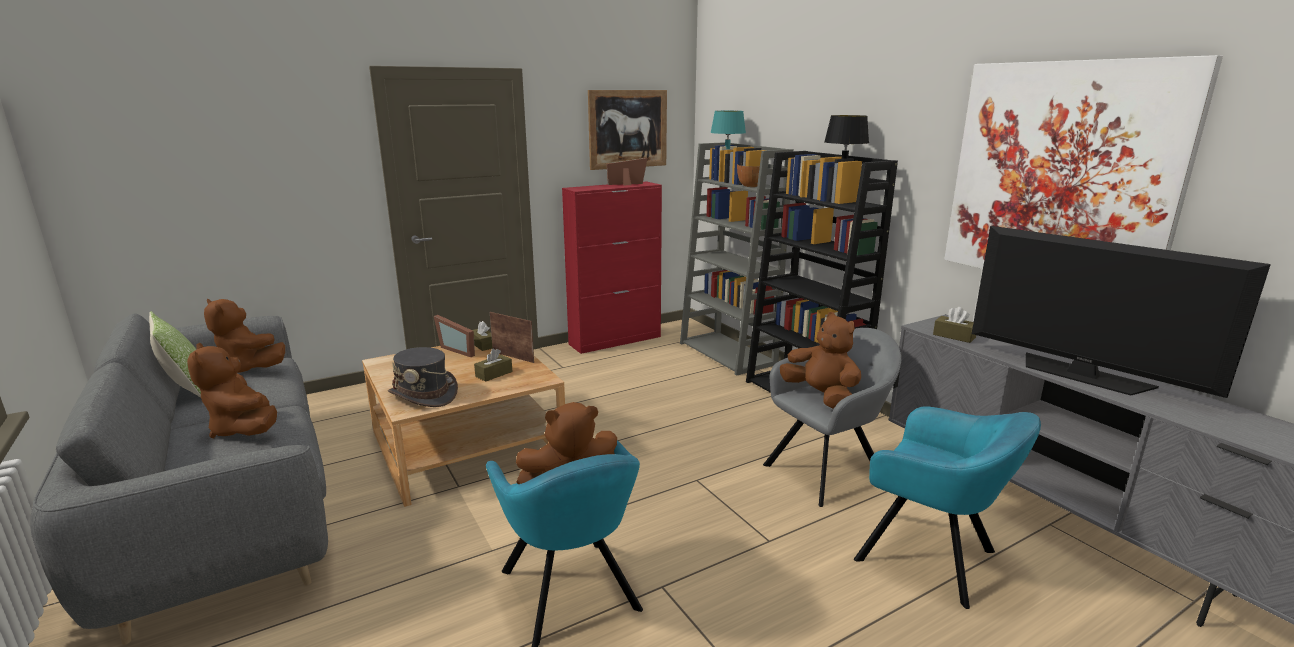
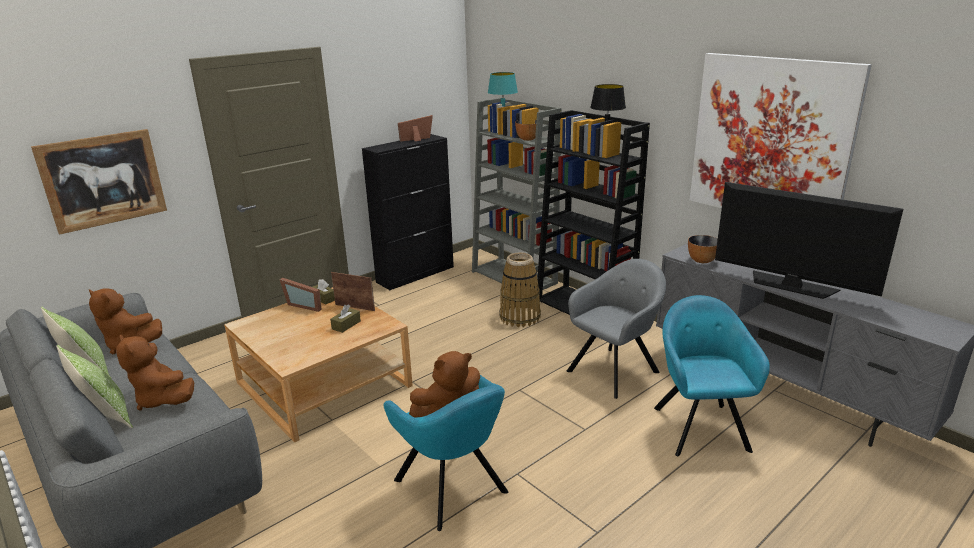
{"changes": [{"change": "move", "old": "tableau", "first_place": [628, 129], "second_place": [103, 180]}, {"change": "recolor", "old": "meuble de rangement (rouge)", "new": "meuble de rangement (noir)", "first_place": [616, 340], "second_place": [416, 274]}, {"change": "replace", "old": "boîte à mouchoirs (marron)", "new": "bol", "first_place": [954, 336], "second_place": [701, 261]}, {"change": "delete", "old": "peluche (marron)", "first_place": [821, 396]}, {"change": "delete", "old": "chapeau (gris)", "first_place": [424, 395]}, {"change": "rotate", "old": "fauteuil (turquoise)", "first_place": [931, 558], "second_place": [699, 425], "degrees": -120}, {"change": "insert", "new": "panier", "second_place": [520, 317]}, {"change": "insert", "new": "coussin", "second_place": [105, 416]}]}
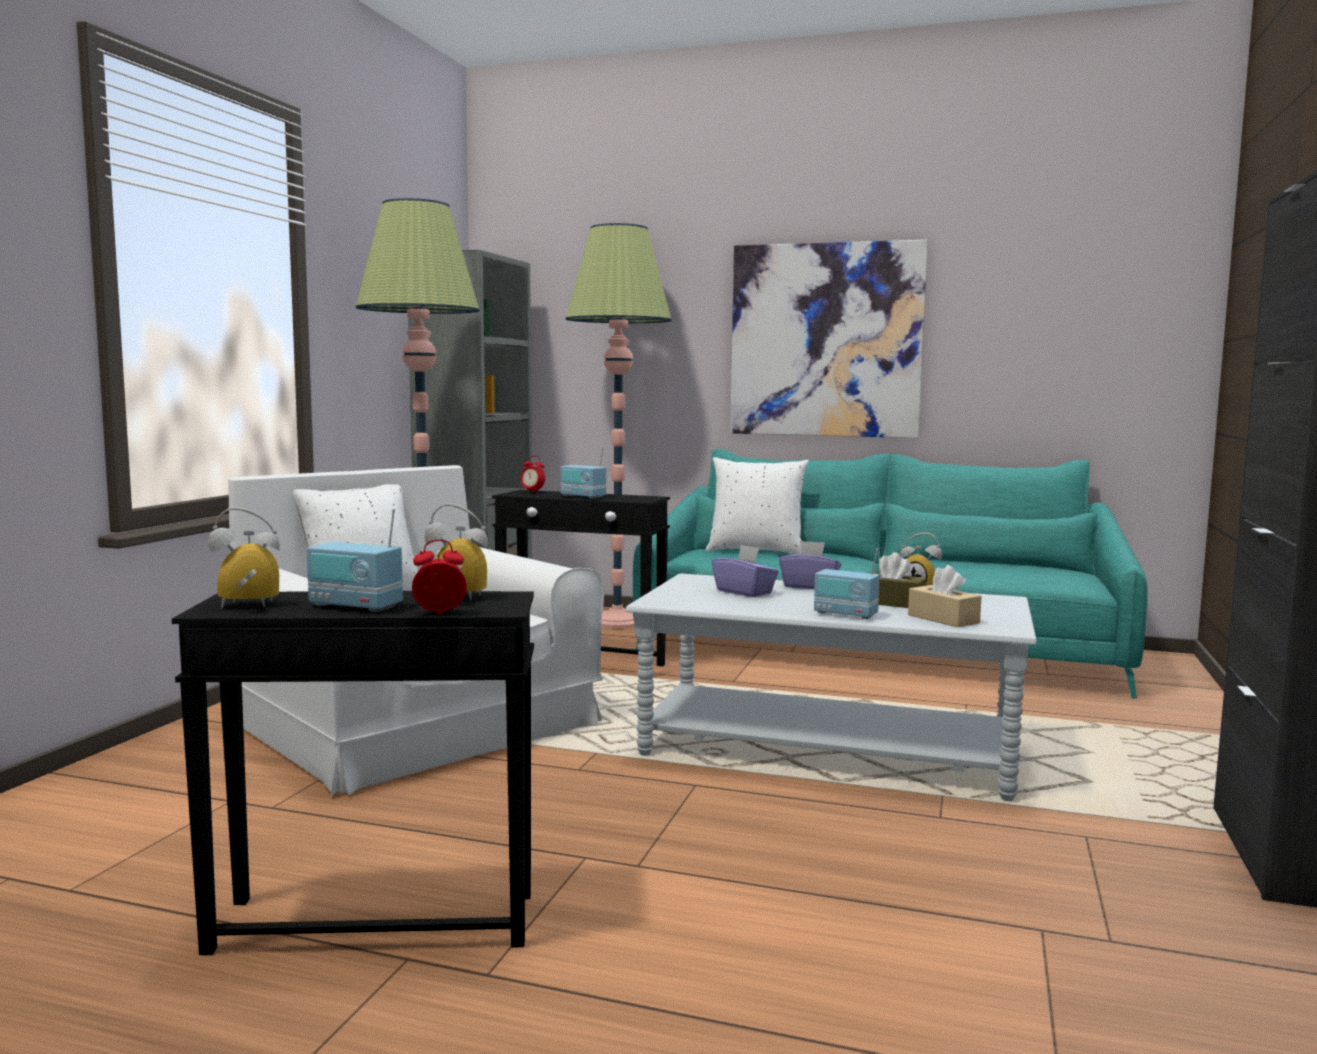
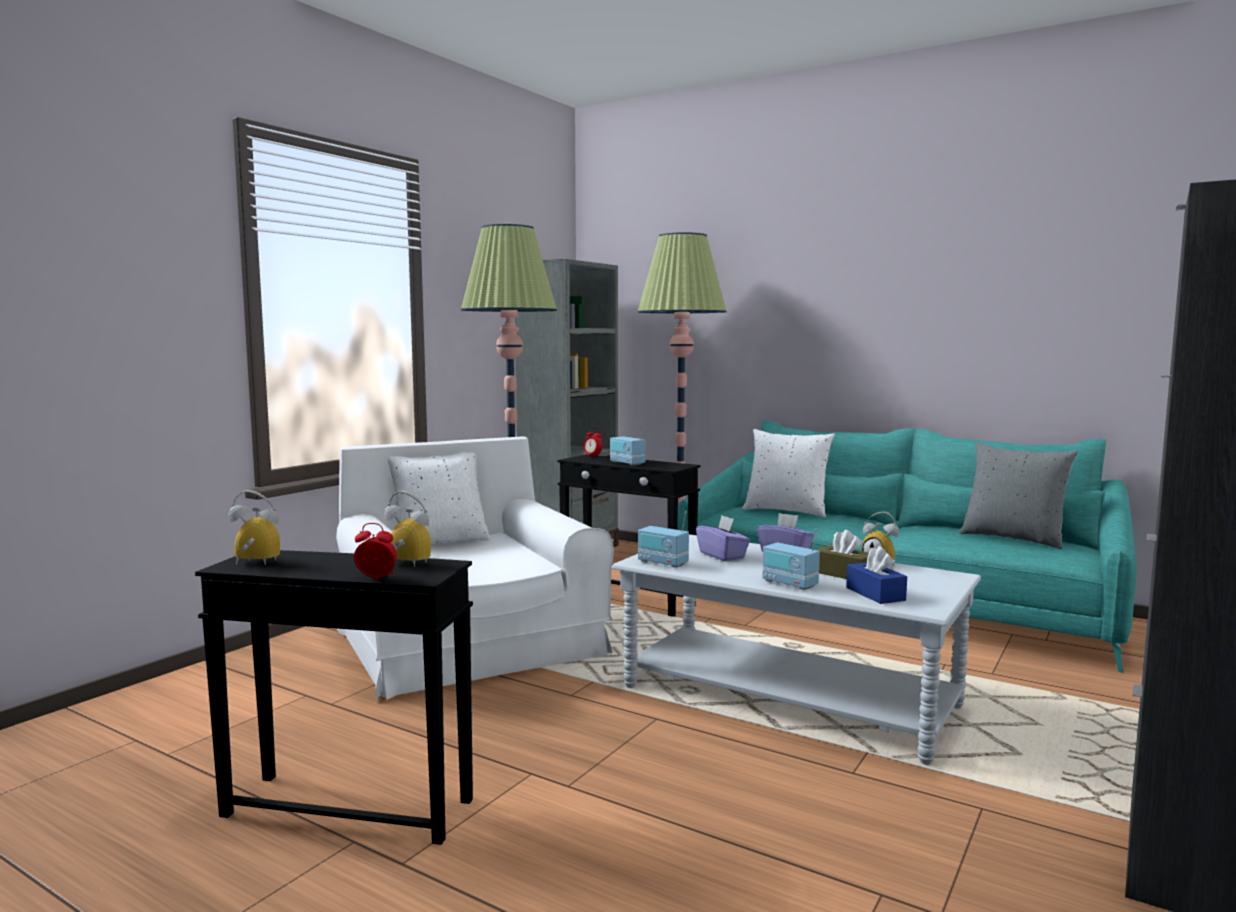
{"changes": [{"change": "delete", "old": "tableau", "first_place": [826, 340]}, {"change": "move", "old": "radio", "first_place": [355, 606], "second_place": [662, 563]}, {"change": "recolor", "old": "boîte à mouchoirs (beige)", "new": "boîte à mouchoirs (bleu)", "first_place": [943, 619], "second_place": [875, 594]}, {"change": "insert", "new": "coussin (gris)", "second_place": [1013, 538]}]}
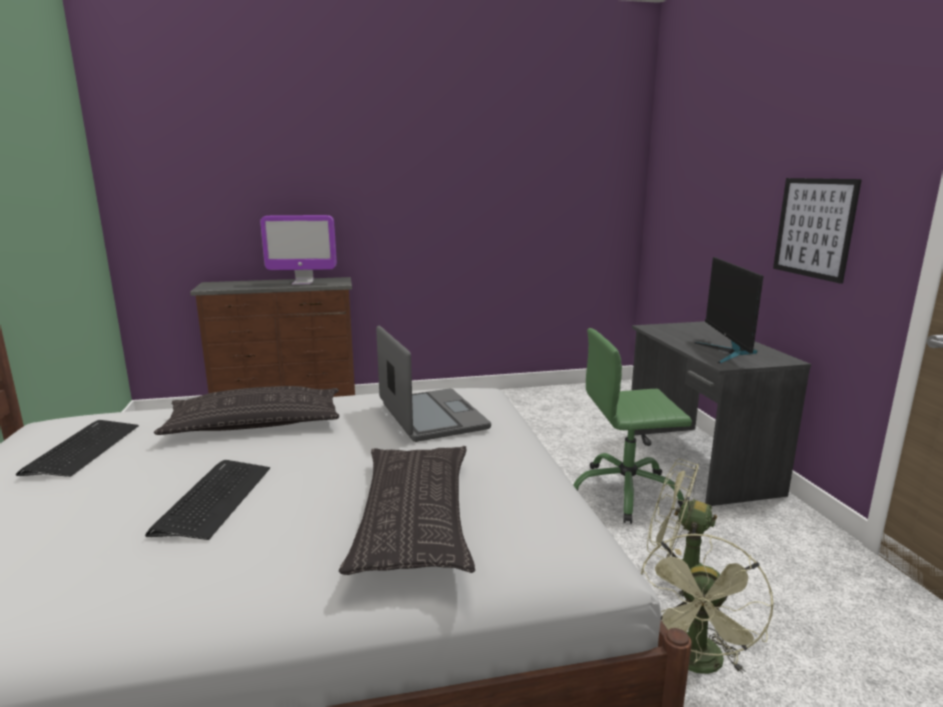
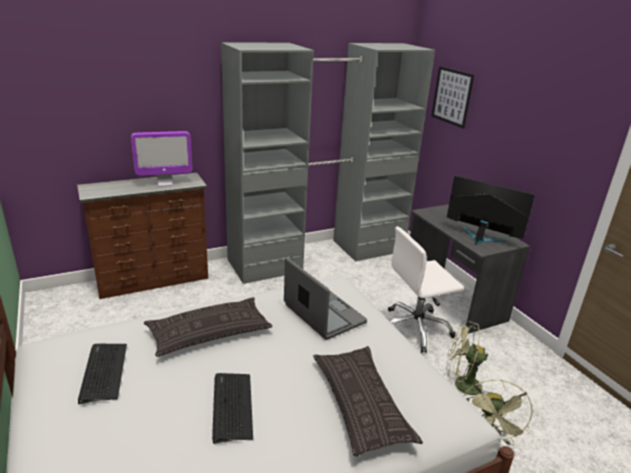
{"changes": [{"change": "move", "old": "tableau", "first_place": [814, 228], "second_place": [452, 96]}, {"change": "rotate", "old": "écran d'ordinateur", "first_place": [727, 353], "second_place": [480, 238], "degrees": 135}, {"change": "recolor", "old": "chaise de bureau (vert)", "new": "chaise de bureau (blanc)", "first_place": [626, 492], "second_place": [416, 328]}, {"change": "insert", "new": "armoire (gris)", "second_place": [319, 255]}]}
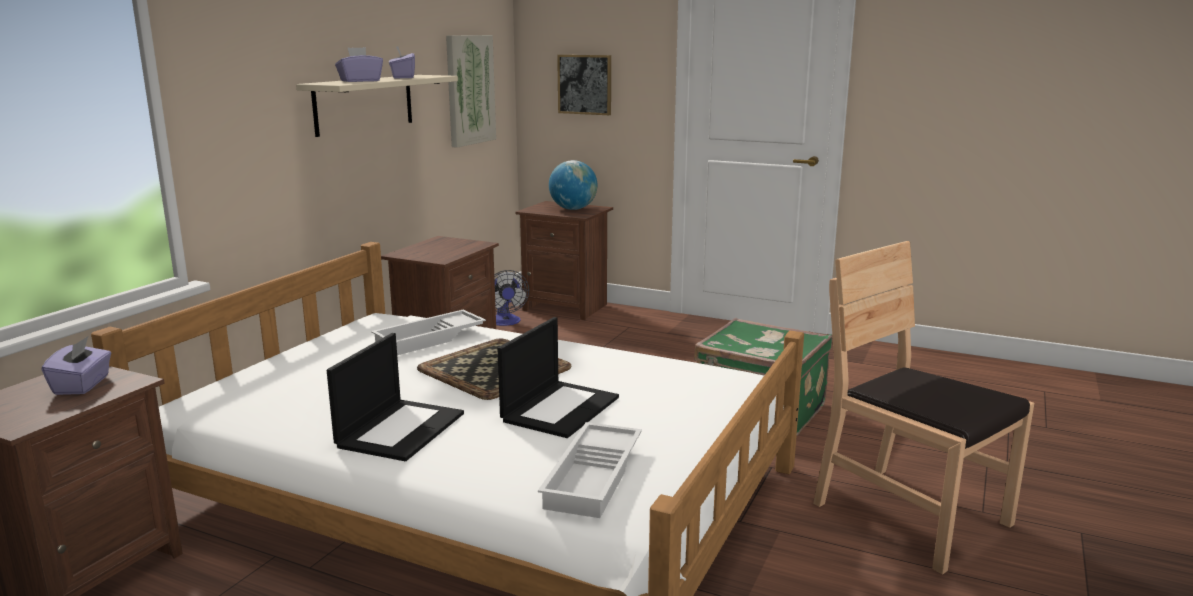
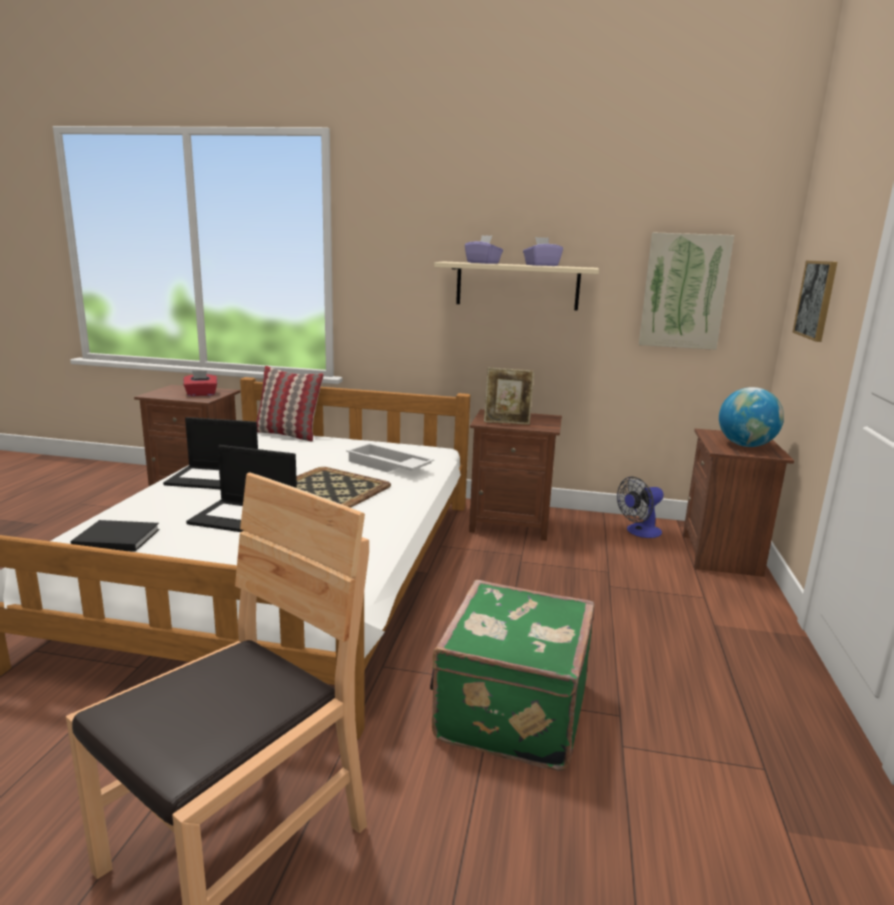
{"changes": [{"change": "recolor", "old": "boîte à mouchoirs (violet)", "new": "boîte à mouchoirs (rouge)", "first_place": [82, 385], "second_place": [201, 394]}, {"change": "replace", "old": "plateau (blanc)", "new": "livre (noir)", "first_place": [595, 477], "second_place": [114, 538]}, {"change": "insert", "new": "coussin", "second_place": [287, 434]}, {"change": "insert", "new": "cadre photo", "second_place": [507, 423]}]}
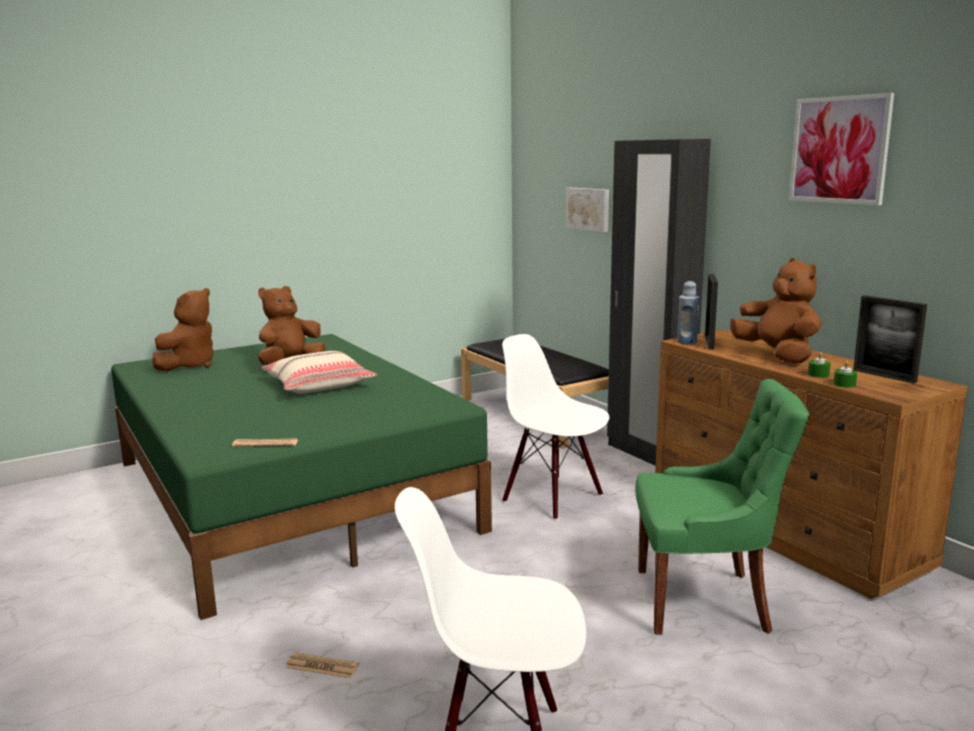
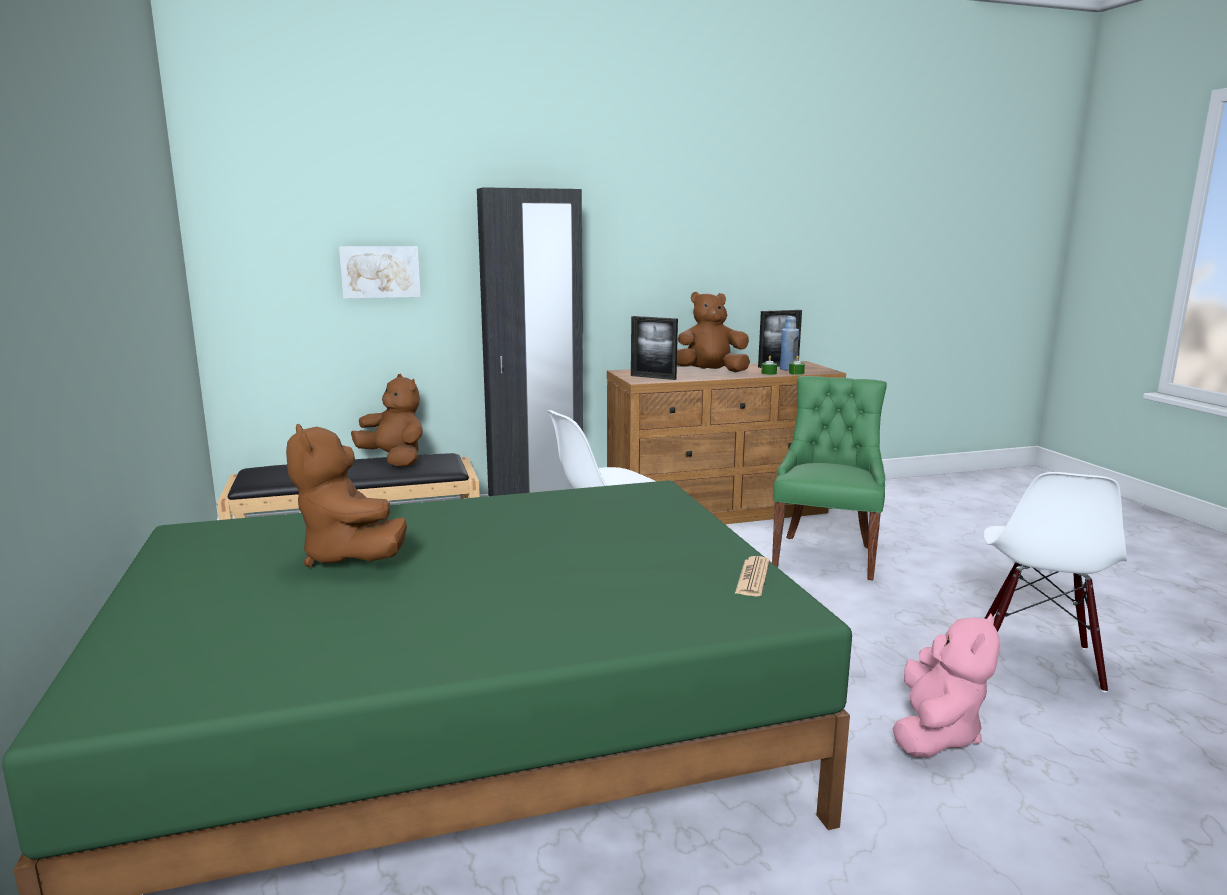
{"changes": [{"change": "delete", "old": "tableau", "first_place": [839, 150]}, {"change": "move", "old": "bouteille (bleu)", "first_place": [686, 342], "second_place": [788, 369]}, {"change": "move", "old": "peluche (marron)", "first_place": [189, 365], "second_place": [394, 460]}, {"change": "delete", "old": "coussin (beige)", "first_place": [319, 385]}, {"change": "replace", "old": "journal", "new": "peluche (rose)", "first_place": [322, 666], "second_place": [935, 734]}]}
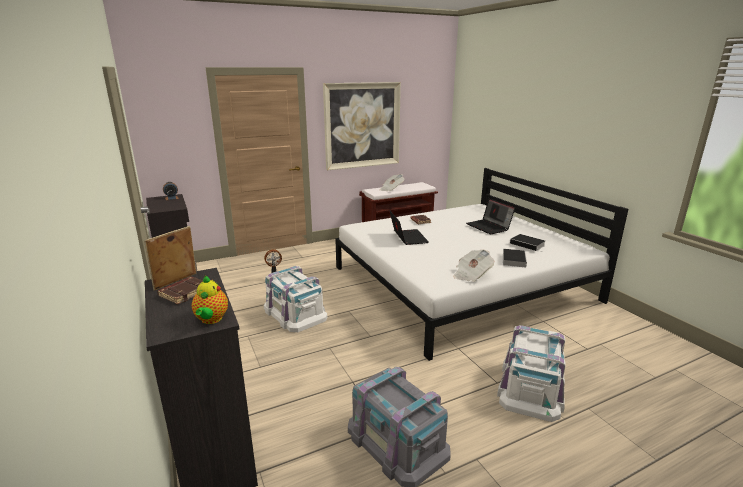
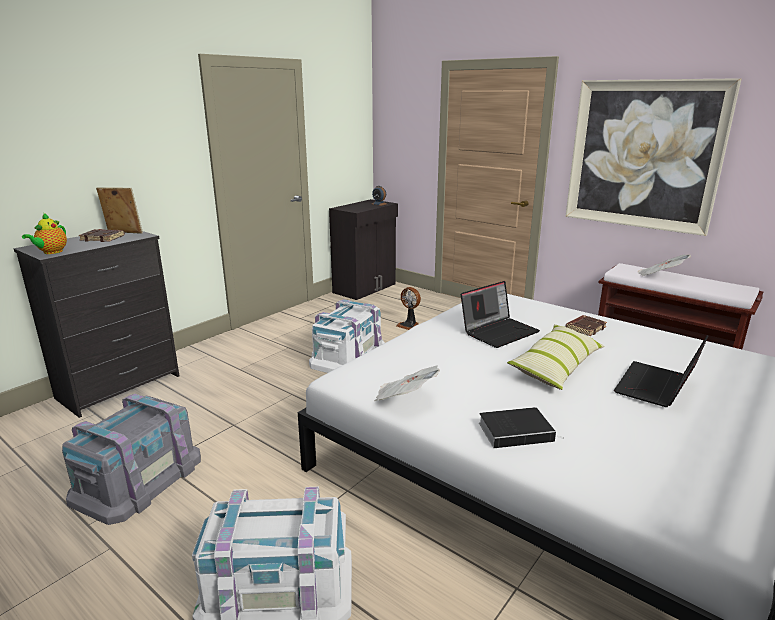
{"changes": [{"change": "delete", "old": "livre", "first_place": [528, 244]}, {"change": "rotate", "old": "théière", "first_place": [211, 320], "second_place": [51, 252], "degrees": -45}, {"change": "insert", "new": "coussin", "second_place": [556, 366]}]}
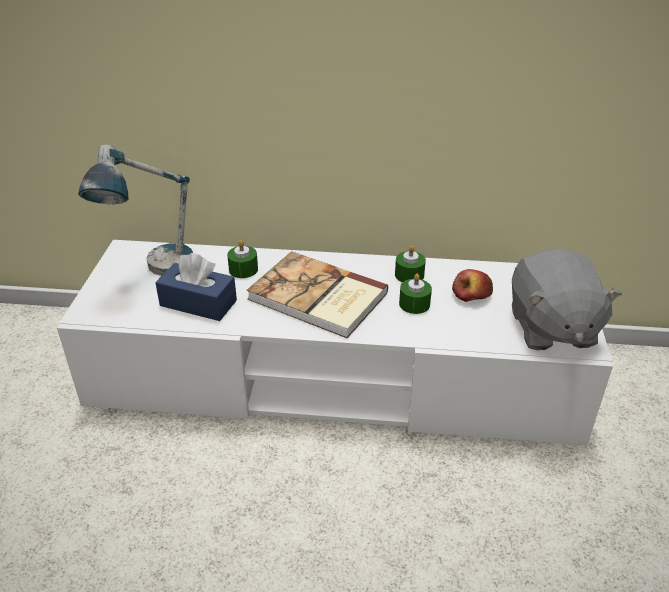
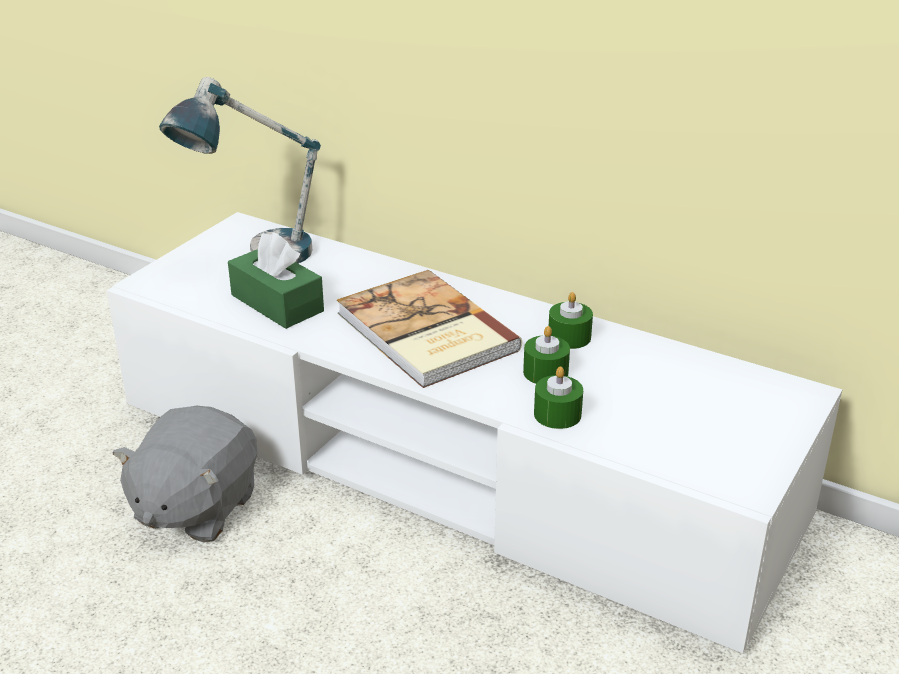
{"changes": [{"change": "move", "old": "bougie (vert)", "first_place": [243, 269], "second_place": [557, 414]}, {"change": "move", "old": "peluche (gris)", "first_place": [550, 328], "second_place": [195, 508]}, {"change": "recolor", "old": "boîte à mouchoirs (bleu)", "new": "boîte à mouchoirs (vert)", "first_place": [198, 303], "second_place": [277, 303]}, {"change": "delete", "old": "pomme", "first_place": [471, 295]}]}
